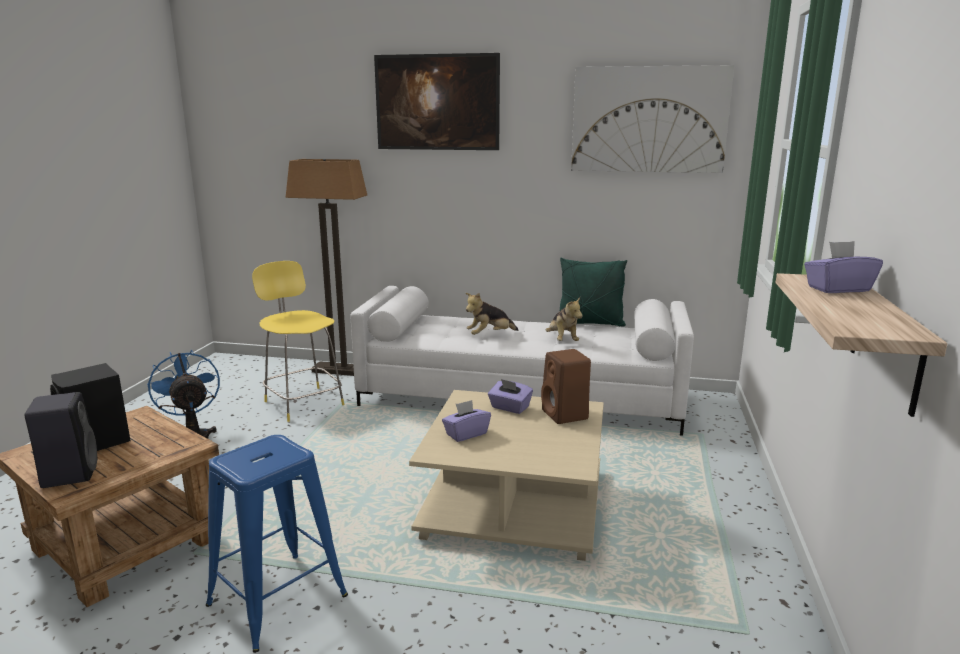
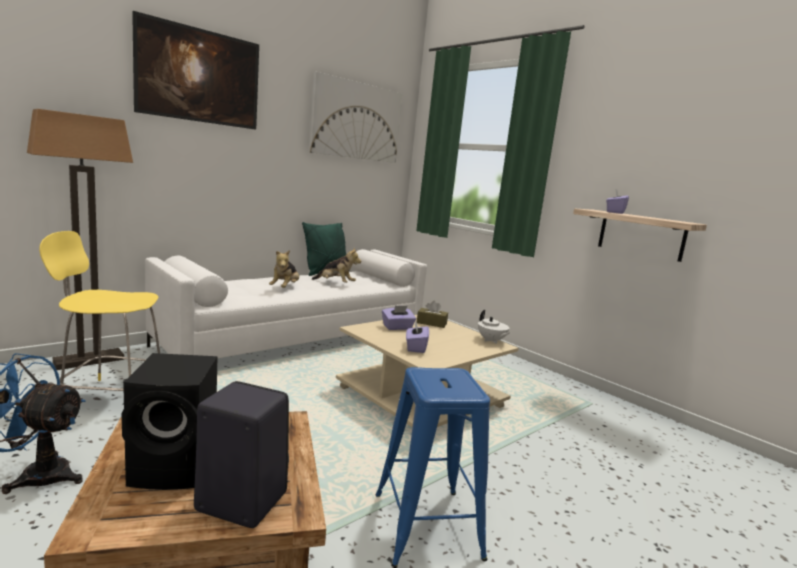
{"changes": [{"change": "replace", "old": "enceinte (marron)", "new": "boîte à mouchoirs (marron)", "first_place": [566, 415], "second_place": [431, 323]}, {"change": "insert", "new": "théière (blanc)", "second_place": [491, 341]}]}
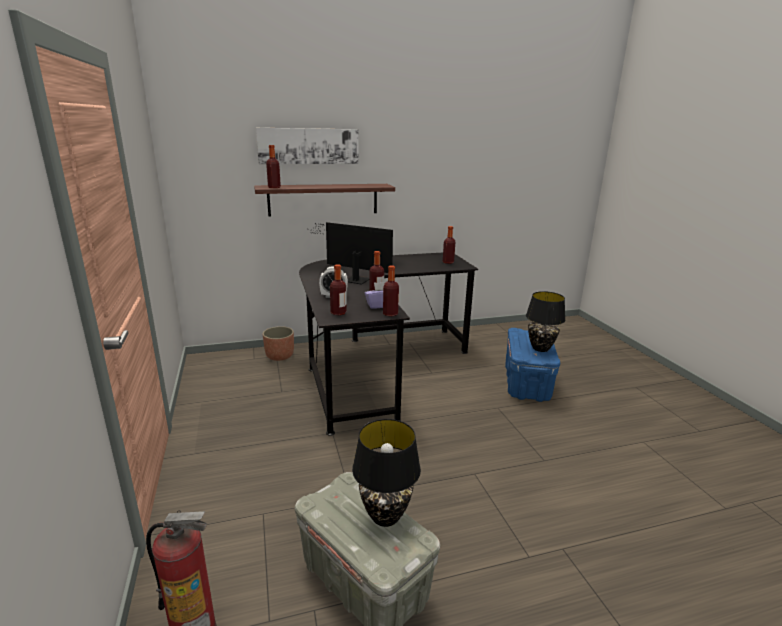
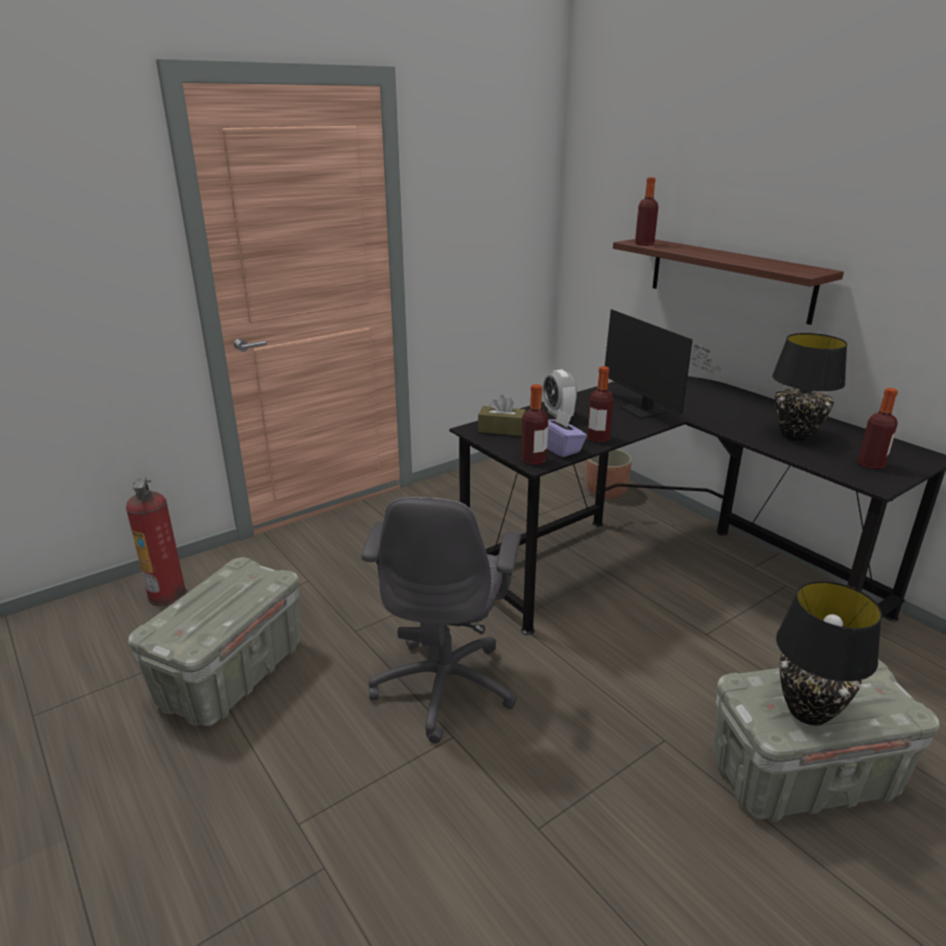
{"changes": [{"change": "delete", "old": "tableau", "first_place": [308, 146]}, {"change": "rotate", "old": "écran d'ordinateur", "first_place": [354, 279], "second_place": [645, 412], "degrees": 150}, {"change": "replace", "old": "bouteille", "new": "boîte à mouchoirs (marron)", "first_place": [338, 313], "second_place": [501, 429]}, {"change": "recolor", "old": "boîte de rangement (bleu)", "new": "boîte de rangement (gris)", "first_place": [527, 384], "second_place": [802, 777]}, {"change": "move", "old": "lampe de table (noir)", "first_place": [384, 516], "second_place": [795, 435]}, {"change": "insert", "new": "chaise de bureau (gris)", "second_place": [445, 685]}]}
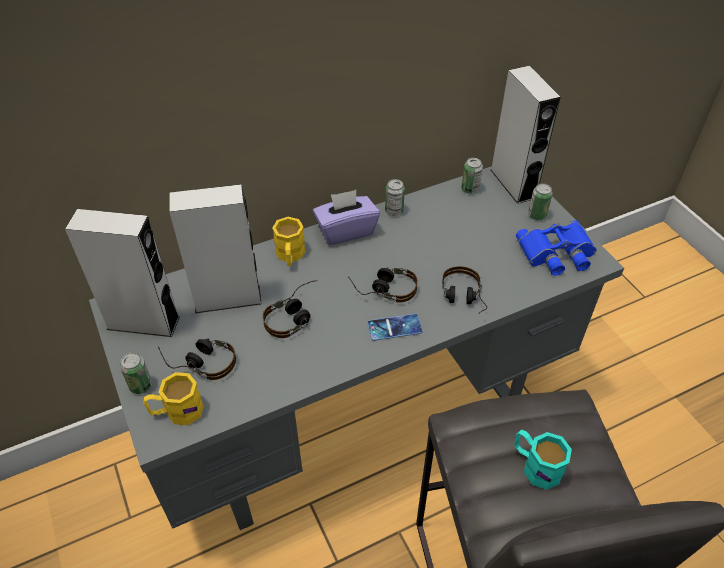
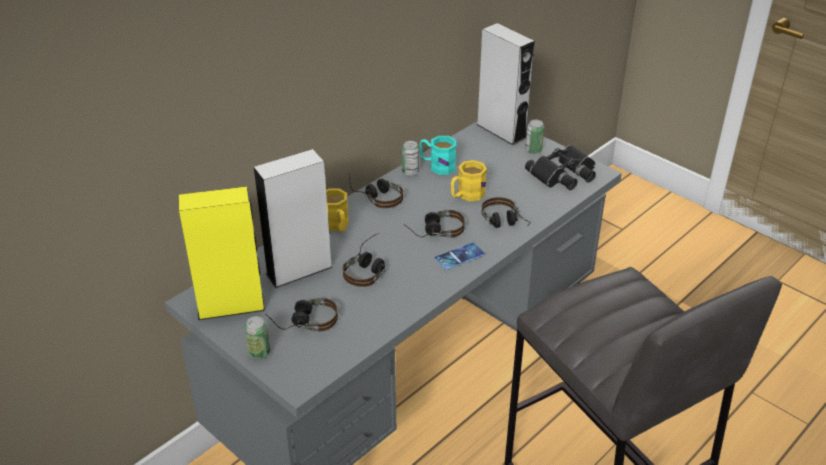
{"changes": [{"change": "delete", "old": "boîte métallique", "first_place": [470, 189]}, {"change": "replace", "old": "boîte à mouchoirs (violet)", "new": "casque audio", "first_place": [346, 230], "second_place": [376, 196]}, {"change": "recolor", "old": "enceinte (gris)", "new": "enceinte (jaune)", "first_place": [143, 323], "second_place": [231, 306]}, {"change": "recolor", "old": "jumelles (bleu)", "new": "jumelles (noir)", "first_place": [557, 253], "second_place": [564, 174]}, {"change": "move", "old": "mug (jaune)", "first_place": [177, 412], "second_place": [466, 195]}, {"change": "move", "old": "mug (turquoise)", "first_place": [535, 466], "second_place": [437, 166]}]}
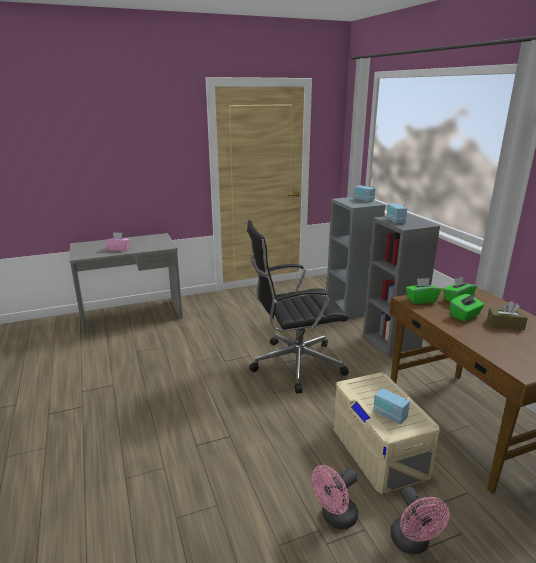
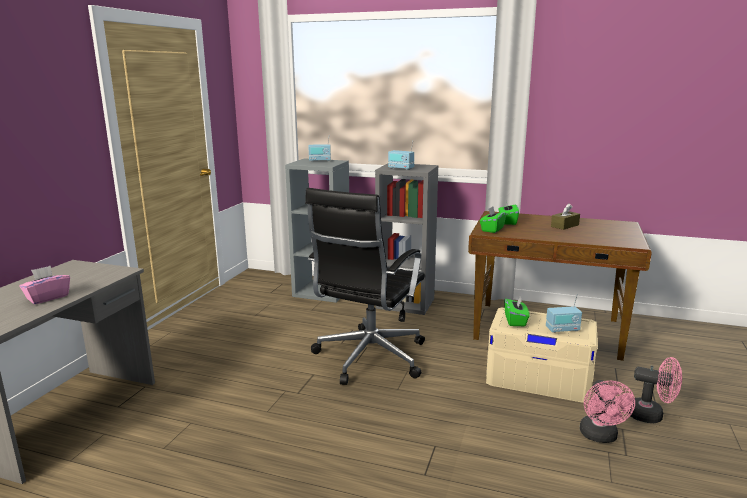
{"changes": [{"change": "move", "old": "boîte à mouchoirs (vert)", "first_place": [465, 316], "second_place": [515, 321]}]}
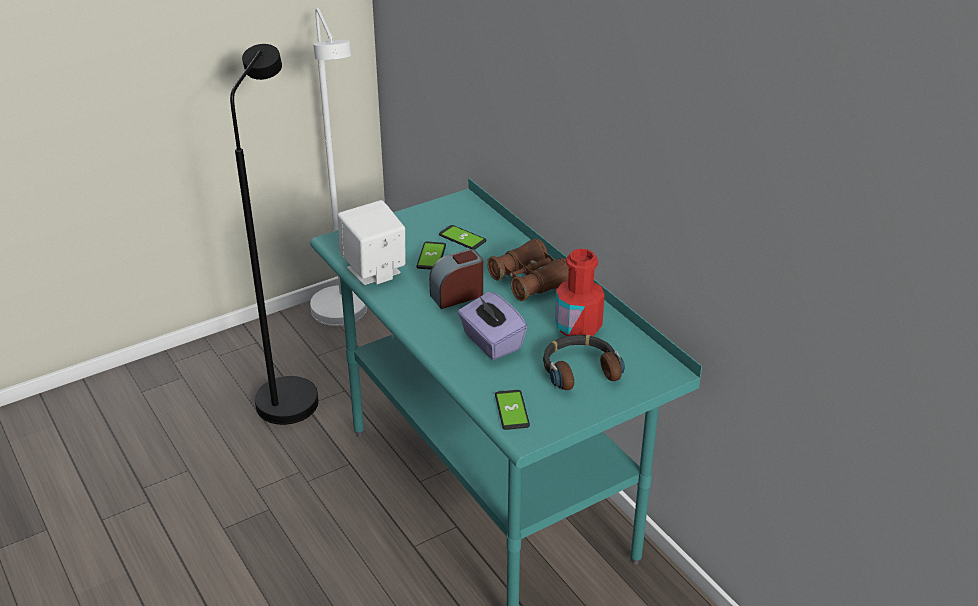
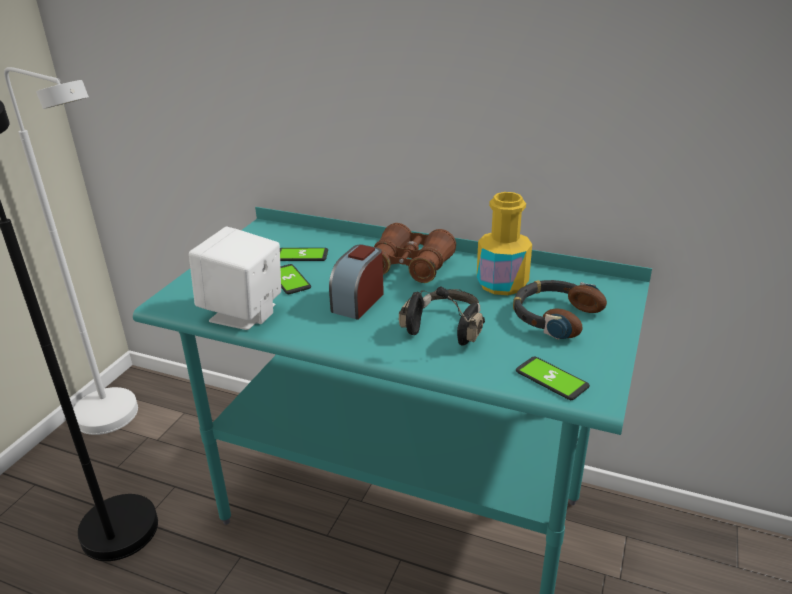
{"changes": [{"change": "recolor", "old": "bouteille (rouge)", "new": "bouteille (jaune)", "first_place": [578, 327], "second_place": [502, 284]}, {"change": "replace", "old": "boîte à mouchoirs (violet)", "new": "casque audio (noir)", "first_place": [491, 342], "second_place": [445, 327]}]}
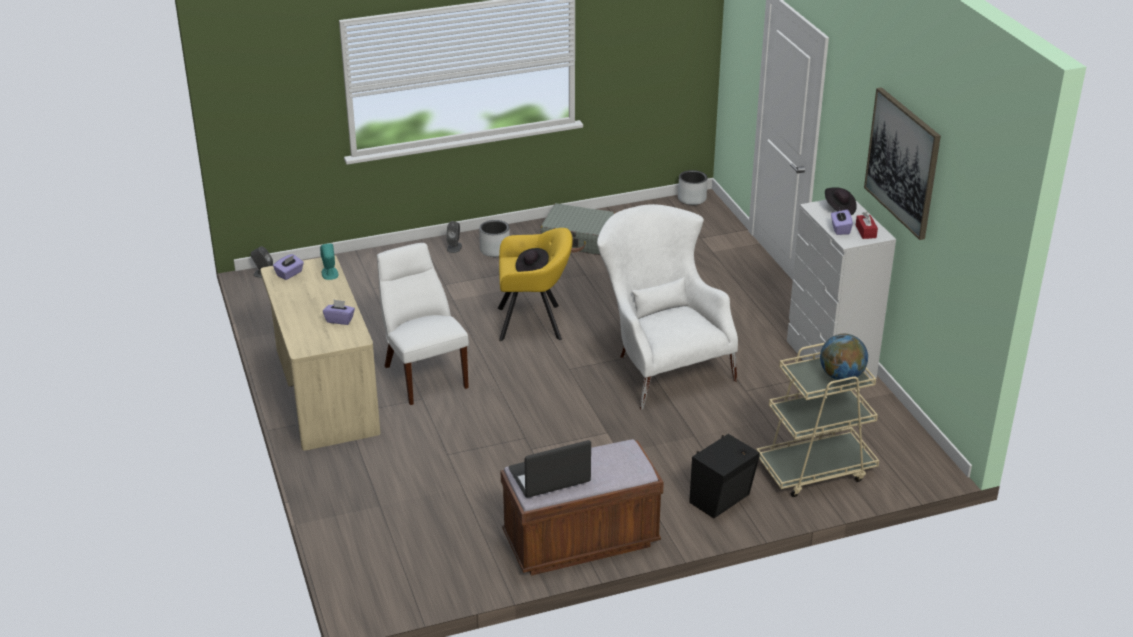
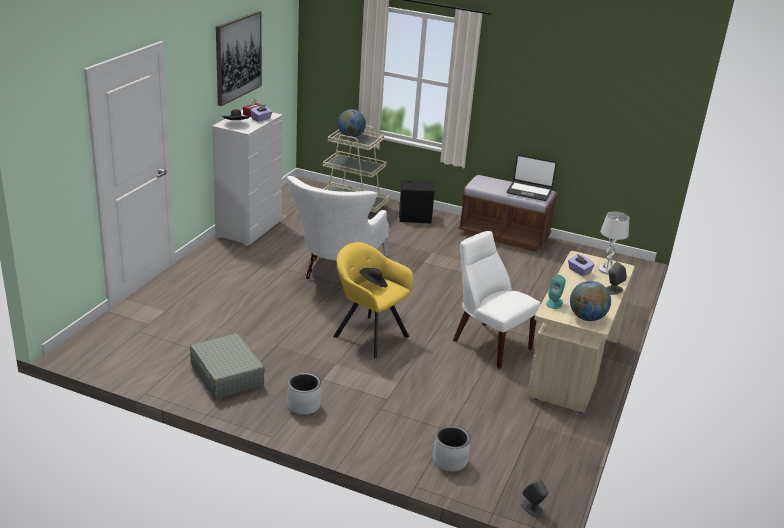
{"changes": [{"change": "move", "old": "cache-pot (gris)", "first_place": [691, 199], "second_place": [449, 461]}, {"change": "move", "old": "enceinte (gris)", "first_place": [454, 247], "second_place": [613, 290]}, {"change": "rotate", "old": "chaise (blanc)", "first_place": [423, 374], "second_place": [489, 343], "degrees": 120}, {"change": "replace", "old": "boîte à mouchoirs (violet)", "new": "globe", "first_place": [289, 274], "second_place": [586, 318]}, {"change": "insert", "new": "lampe de table (blanc)", "second_place": [606, 270]}]}
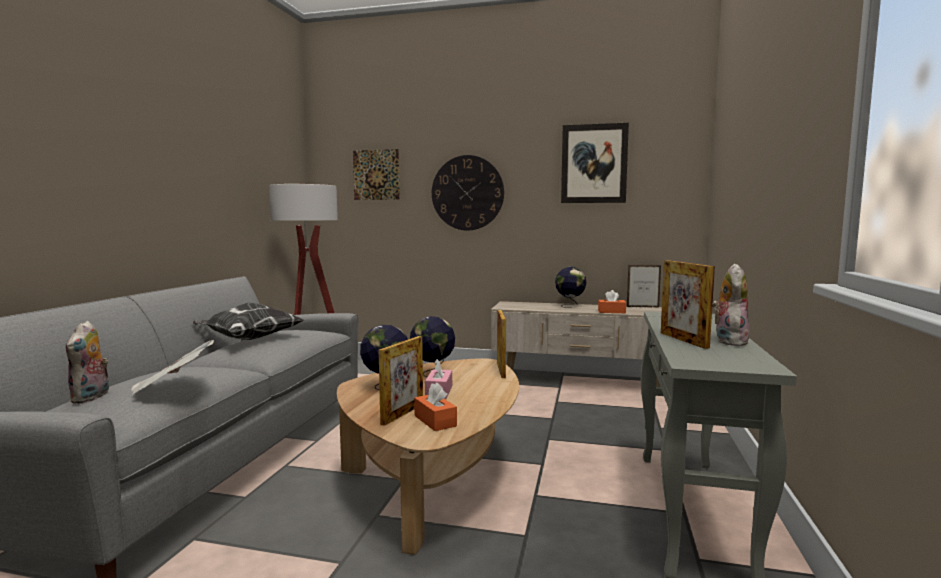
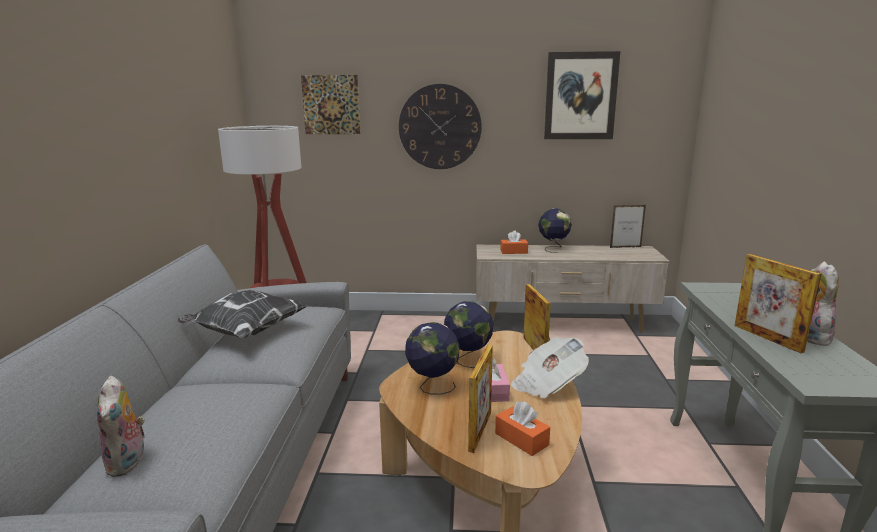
{"changes": [{"change": "move", "old": "boîte à mouchoirs (orange)", "first_place": [611, 312], "second_place": [514, 252]}, {"change": "move", "old": "journal", "first_place": [171, 388], "second_place": [547, 384]}]}
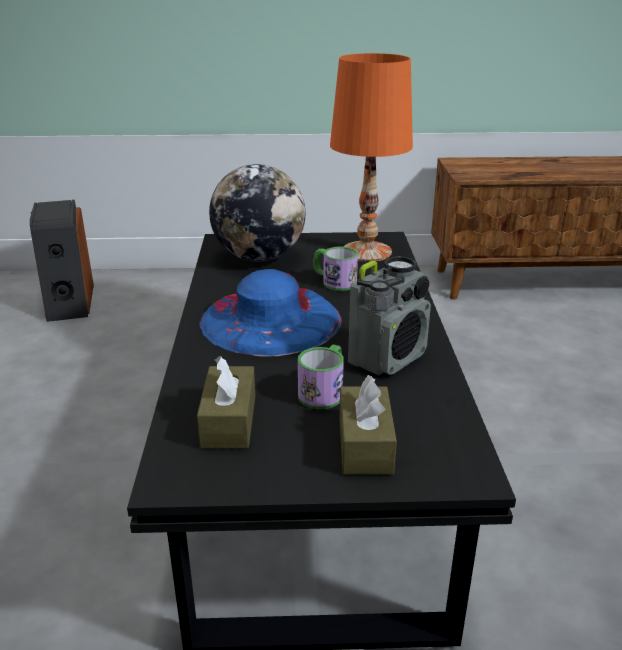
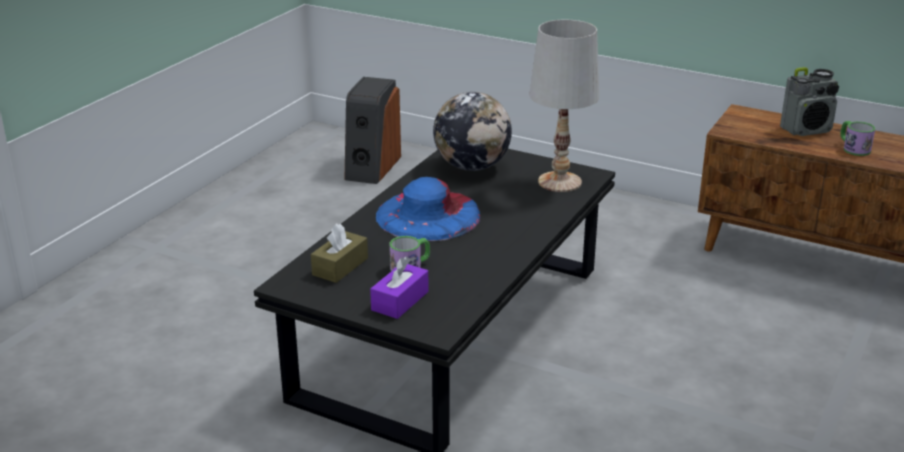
{"changes": [{"change": "recolor", "old": "lampe de table (orange)", "new": "lampe de table (blanc)", "first_place": [367, 252], "second_place": [559, 182]}, {"change": "move", "old": "mug", "first_place": [334, 281], "second_place": [853, 148]}, {"change": "move", "old": "radio", "first_place": [388, 358], "second_place": [806, 130]}, {"change": "recolor", "old": "boîte à mouchoirs (marron)", "new": "boîte à mouchoirs (violet)", "first_place": [365, 444], "second_place": [400, 301]}]}
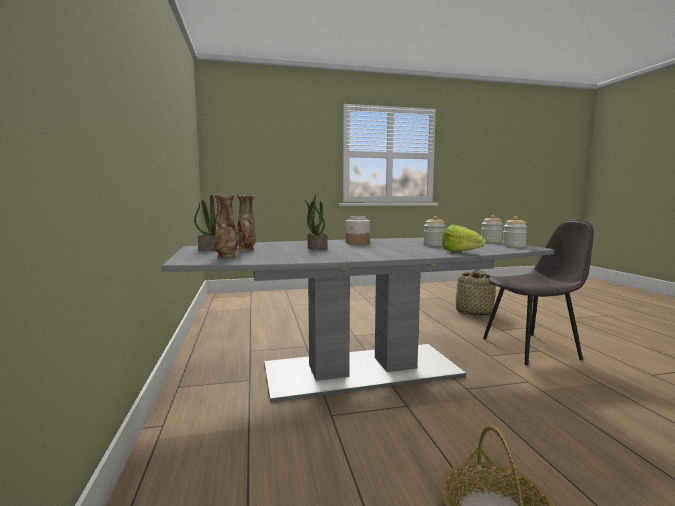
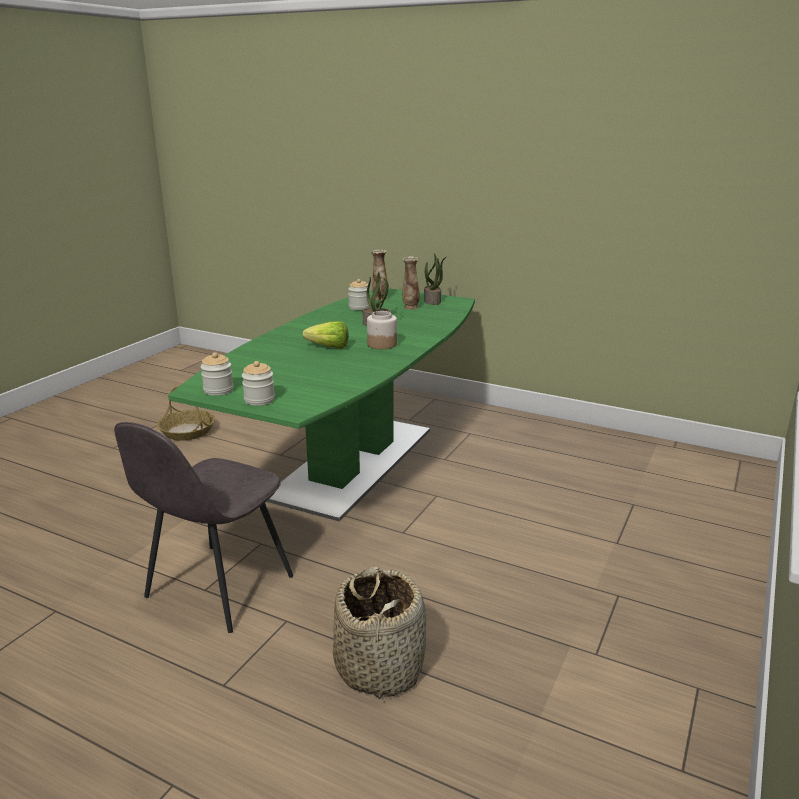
{"changes": [{"change": "move", "old": "bocal", "first_place": [434, 245], "second_place": [359, 307]}, {"change": "move", "old": "laitue", "first_place": [463, 253], "second_place": [325, 347]}, {"change": "recolor", "old": "table à manger (gris)", "new": "table à manger (vert)", "first_place": [362, 370], "second_place": [353, 463]}]}
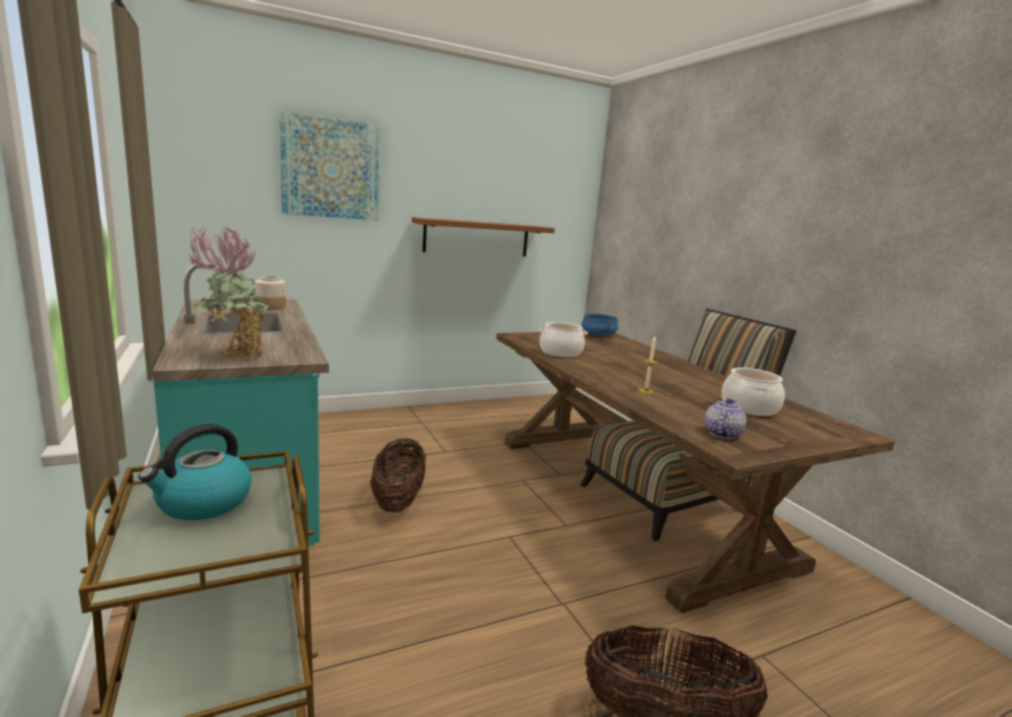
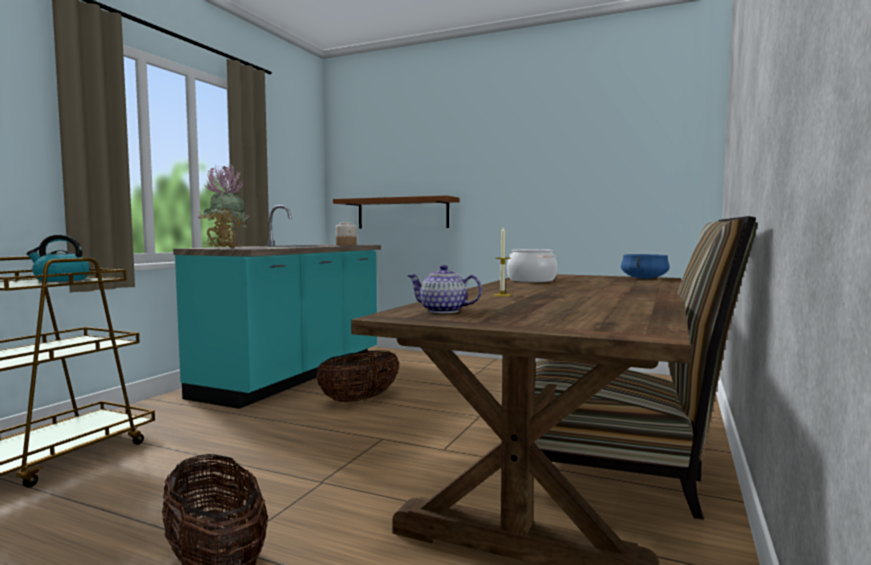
{"changes": [{"change": "delete", "old": "tableau", "first_place": [330, 168]}, {"change": "move", "old": "étagère (marron)", "first_place": [477, 238], "second_place": [402, 213]}, {"change": "delete", "old": "marmite", "first_place": [749, 408]}, {"change": "rotate", "old": "théière", "first_place": [721, 433], "second_place": [444, 311], "degrees": -150}]}
